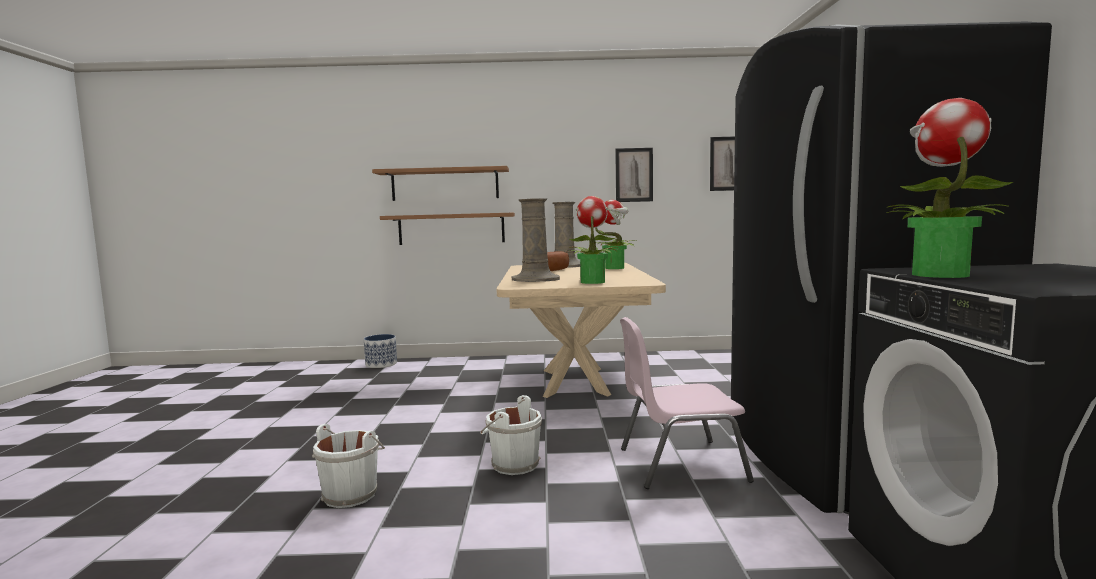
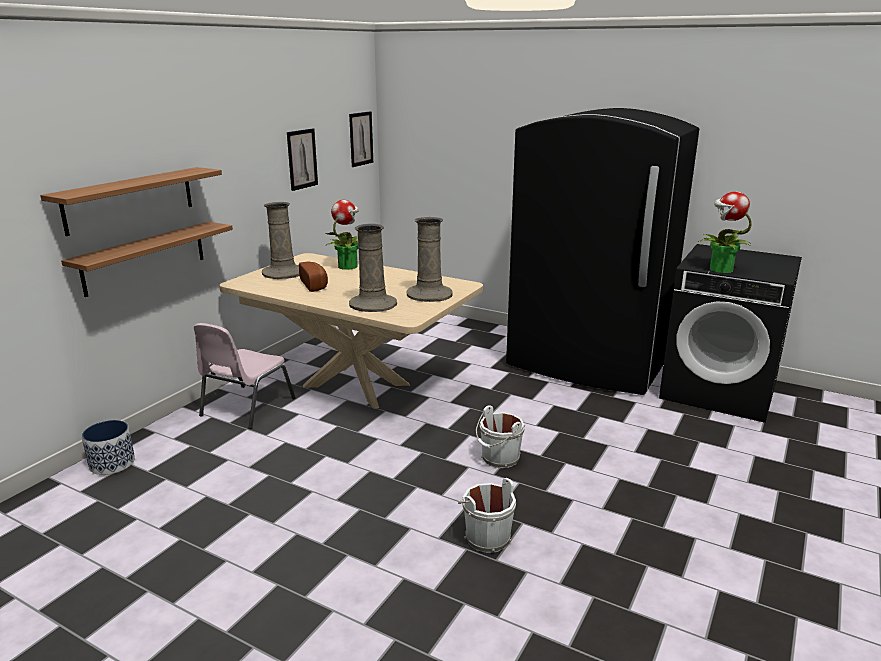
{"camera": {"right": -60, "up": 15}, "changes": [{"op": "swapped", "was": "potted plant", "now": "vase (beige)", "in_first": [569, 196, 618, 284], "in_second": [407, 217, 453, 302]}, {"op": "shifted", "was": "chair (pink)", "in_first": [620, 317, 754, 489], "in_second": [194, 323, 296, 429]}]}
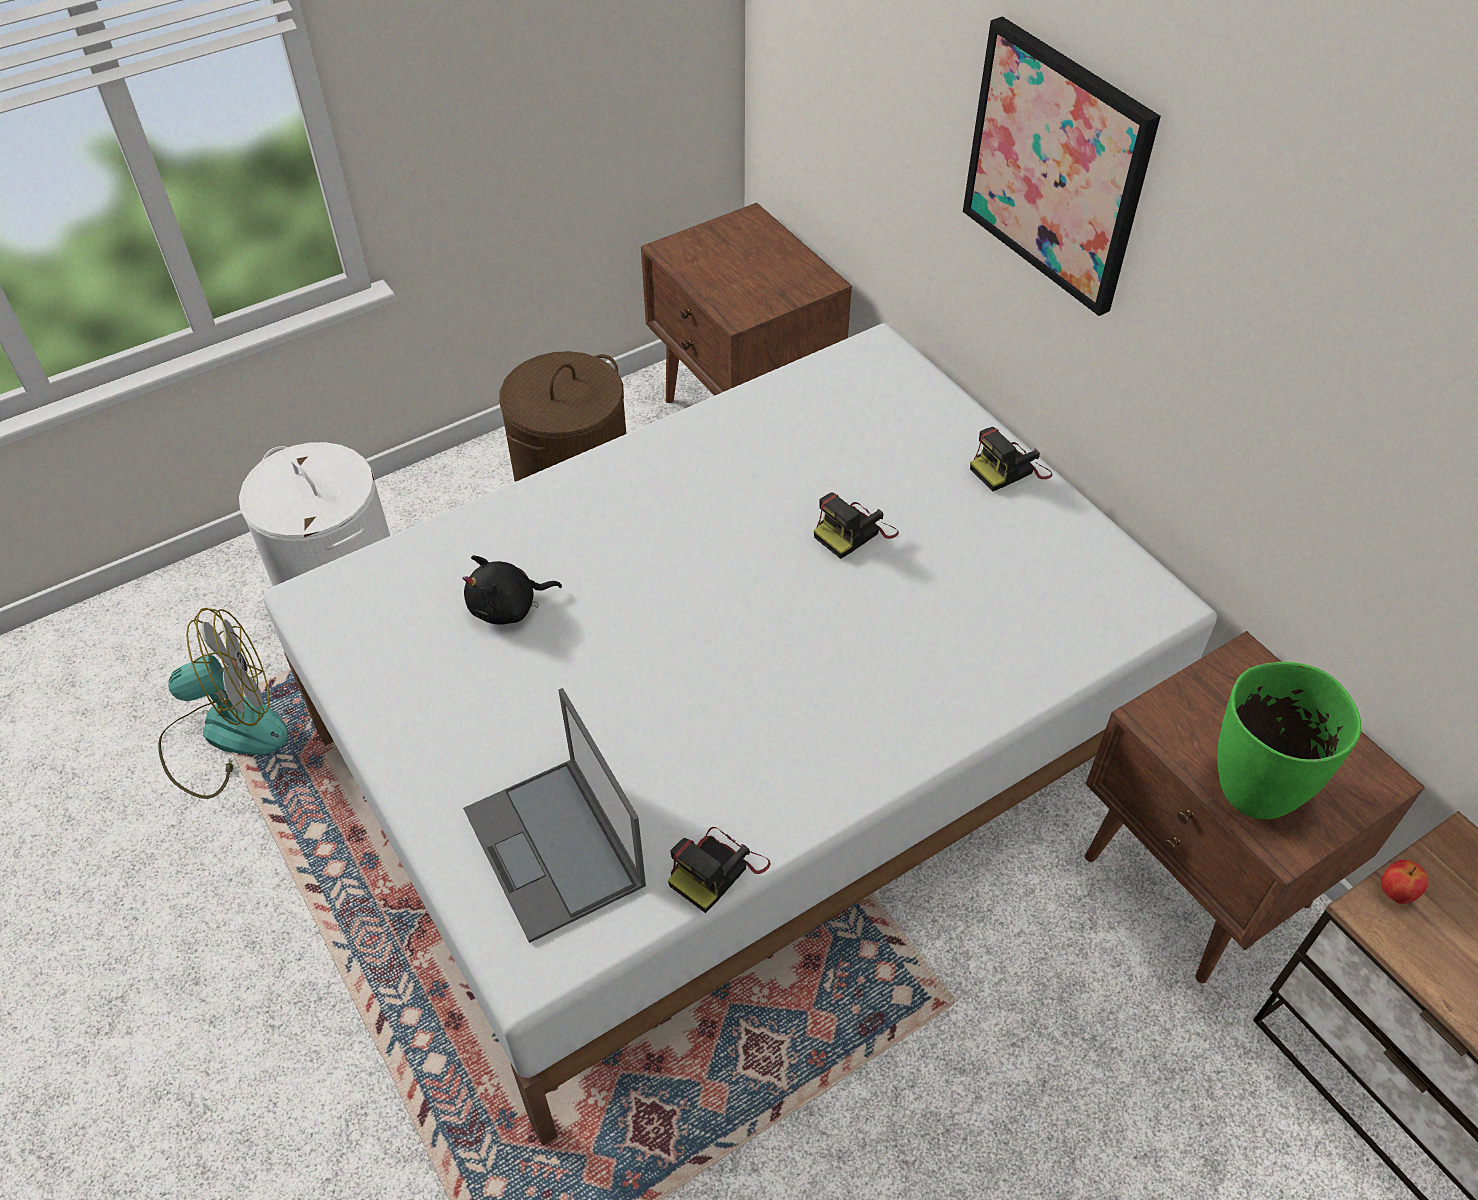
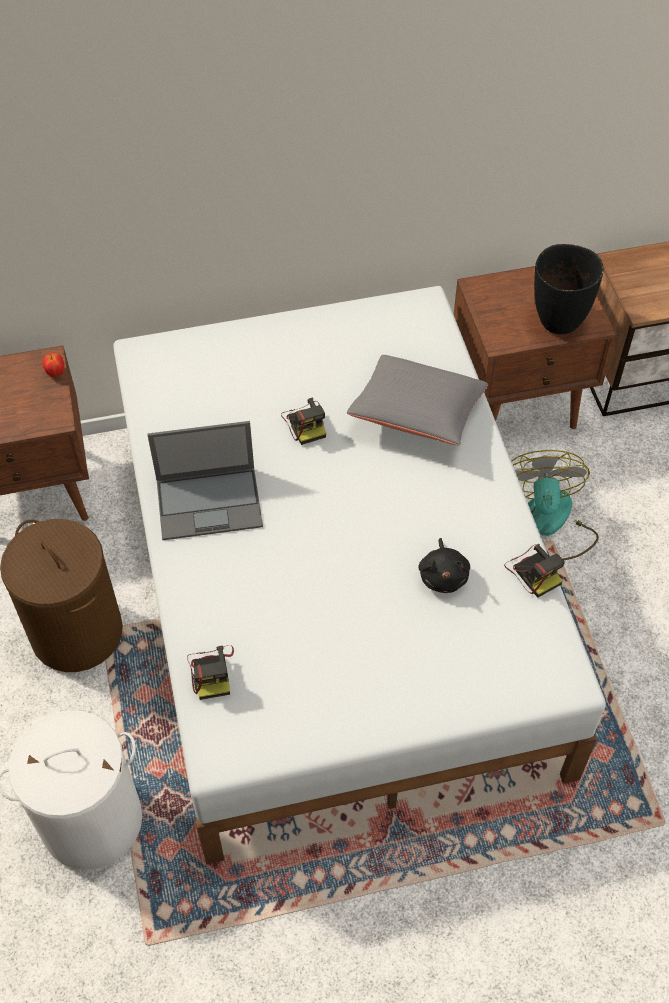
{"camera": {"right": -70, "up": 5}, "changes": [{"op": "shifted", "was": "fan", "in_first": [158, 608, 288, 799], "in_second": [511, 450, 599, 560]}, {"op": "shifted", "was": "plush toy (black)", "in_first": [463, 555, 562, 625], "in_second": [418, 538, 470, 593]}, {"op": "shifted", "was": "laptop", "in_first": [463, 688, 646, 943], "in_second": [147, 421, 263, 540]}, {"op": "gone", "was": "picture", "in_first": [963, 16, 1161, 316]}, {"op": "shifted", "was": "photo camera", "in_first": [970, 427, 1052, 492], "in_second": [187, 645, 234, 700]}, {"op": "repainted", "was": "vase (green)", "now": "vase (black)", "in_first": [1217, 662, 1361, 819], "in_second": [534, 244, 604, 334]}, {"op": "shifted", "was": "apple", "in_first": [1381, 860, 1429, 904], "in_second": [43, 353, 64, 377]}, {"op": "new", "now": "pillow (grey)", "in_second": [347, 355, 488, 445]}]}
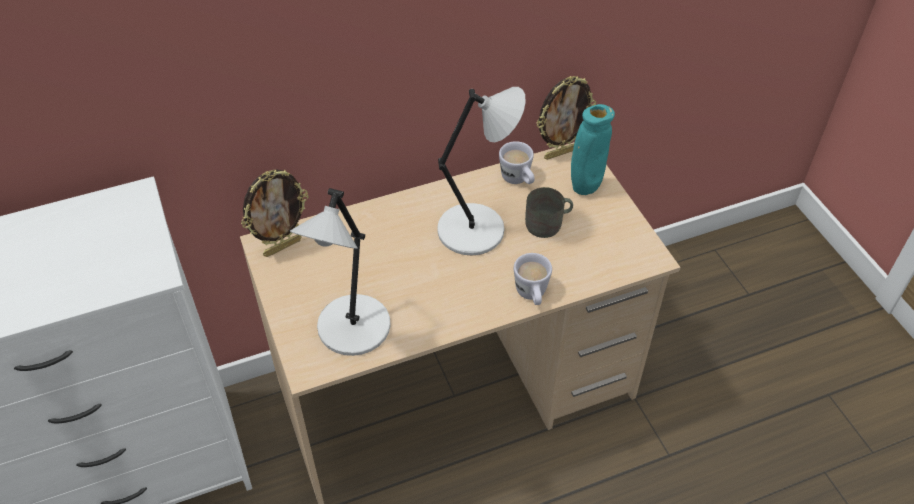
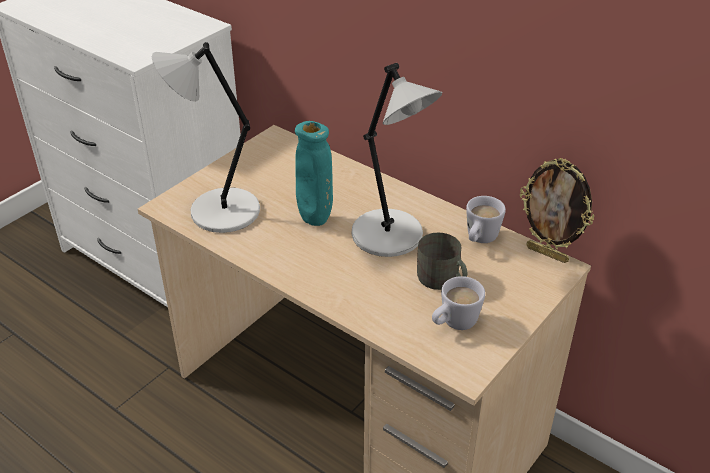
{"camera": {"right": 60, "up": -10}, "changes": [{"op": "gone", "was": "picture frame", "in_first": [241, 169, 309, 257]}, {"op": "shifted", "was": "mug (white)", "in_first": [514, 253, 552, 305], "in_second": [432, 276, 485, 330]}, {"op": "shifted", "was": "vase (turquoise)", "in_first": [571, 104, 615, 195], "in_second": [295, 121, 333, 226]}]}
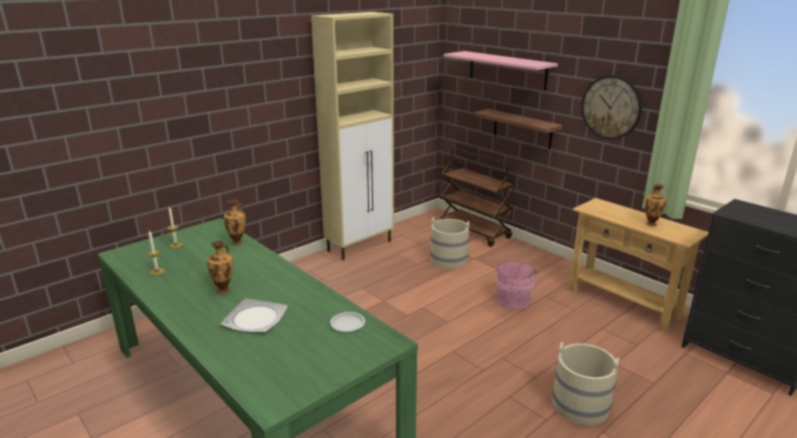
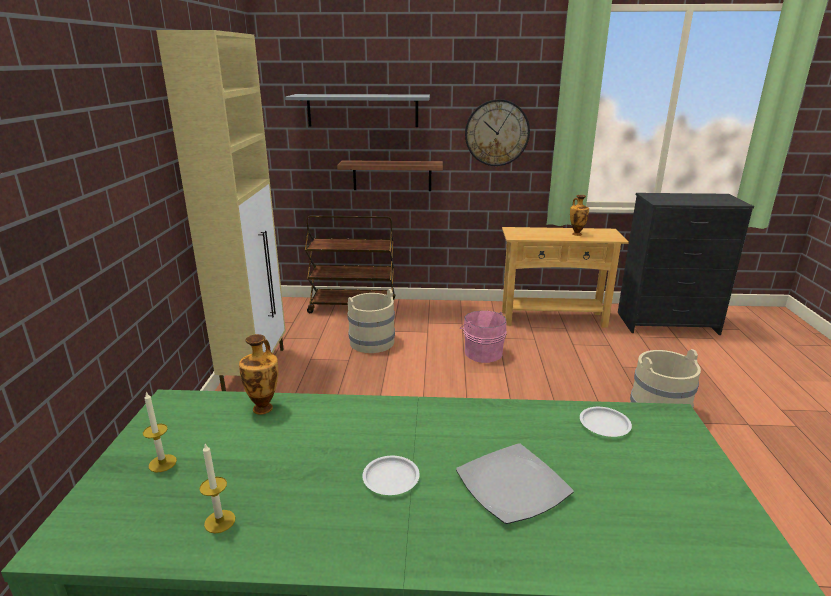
{"camera": {"right": -45, "up": 0}, "changes": [{"op": "swapped", "was": "vase", "now": "plate (white)", "in_first": [207, 241, 233, 294], "in_second": [362, 456, 420, 495]}, {"op": "repainted", "was": "shelf (pink)", "now": "shelf (grey)", "in_first": [443, 51, 558, 91], "in_second": [285, 94, 430, 127]}]}
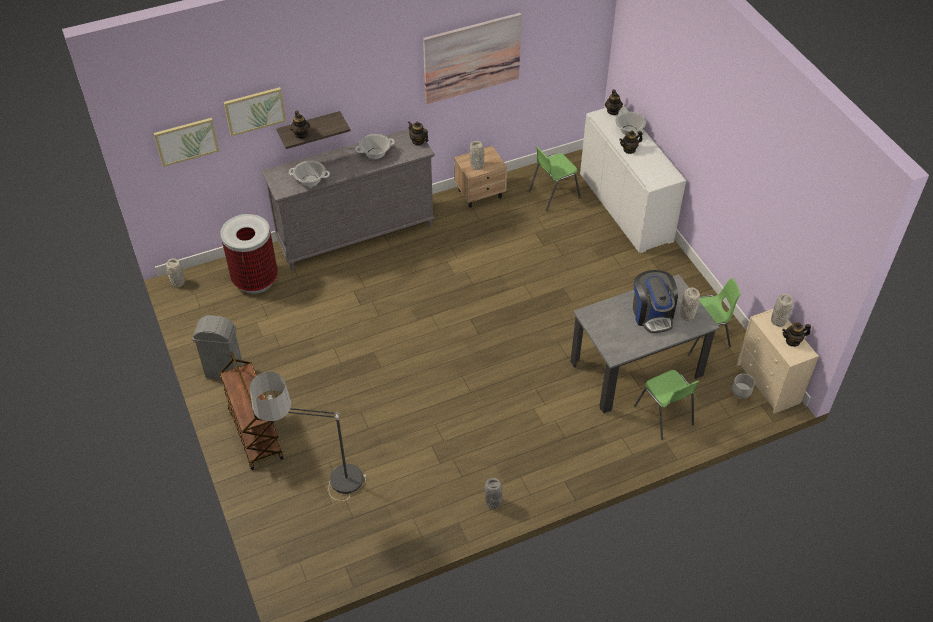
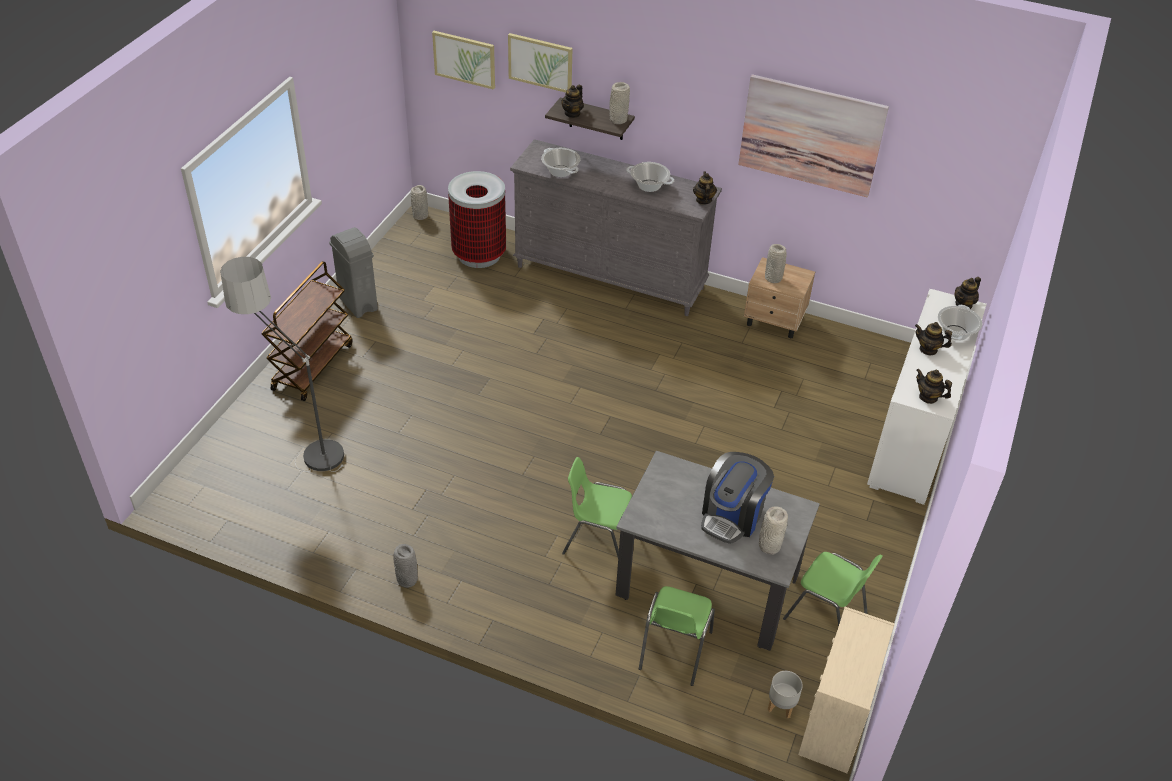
{"camera": {"right": 45, "up": -5}, "changes": [{"op": "shifted", "was": "chair (green)", "in_first": [529, 147, 581, 211], "in_second": [562, 457, 632, 557]}, {"op": "shifted", "was": "vase (grey)", "in_first": [771, 294, 793, 327], "in_second": [609, 82, 630, 124]}, {"op": "shifted", "was": "teapot", "in_first": [782, 323, 811, 347], "in_second": [916, 369, 952, 404]}]}
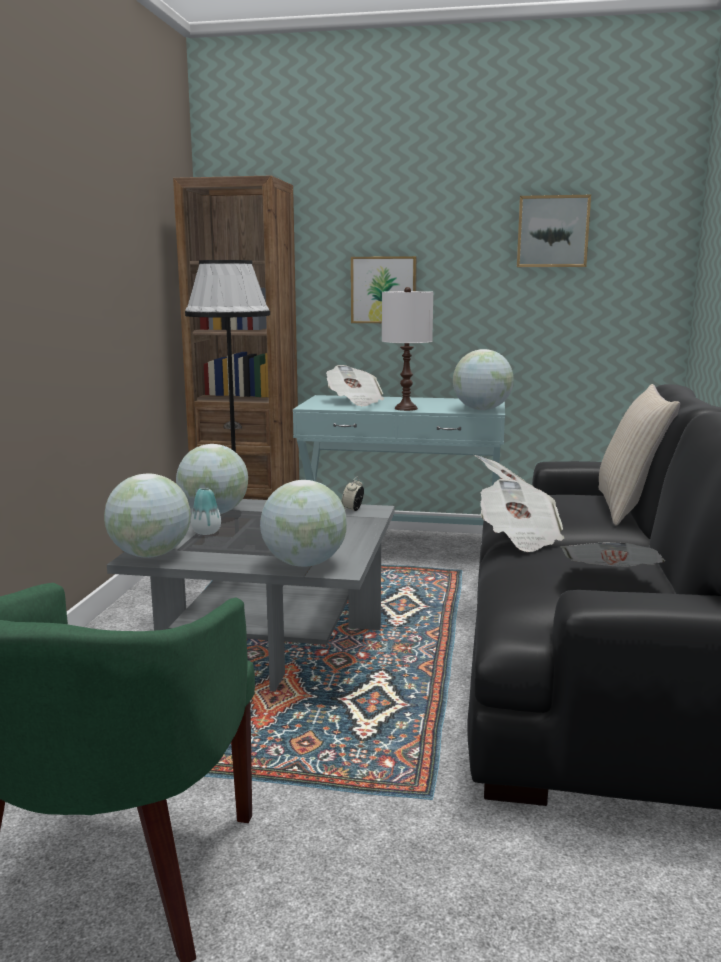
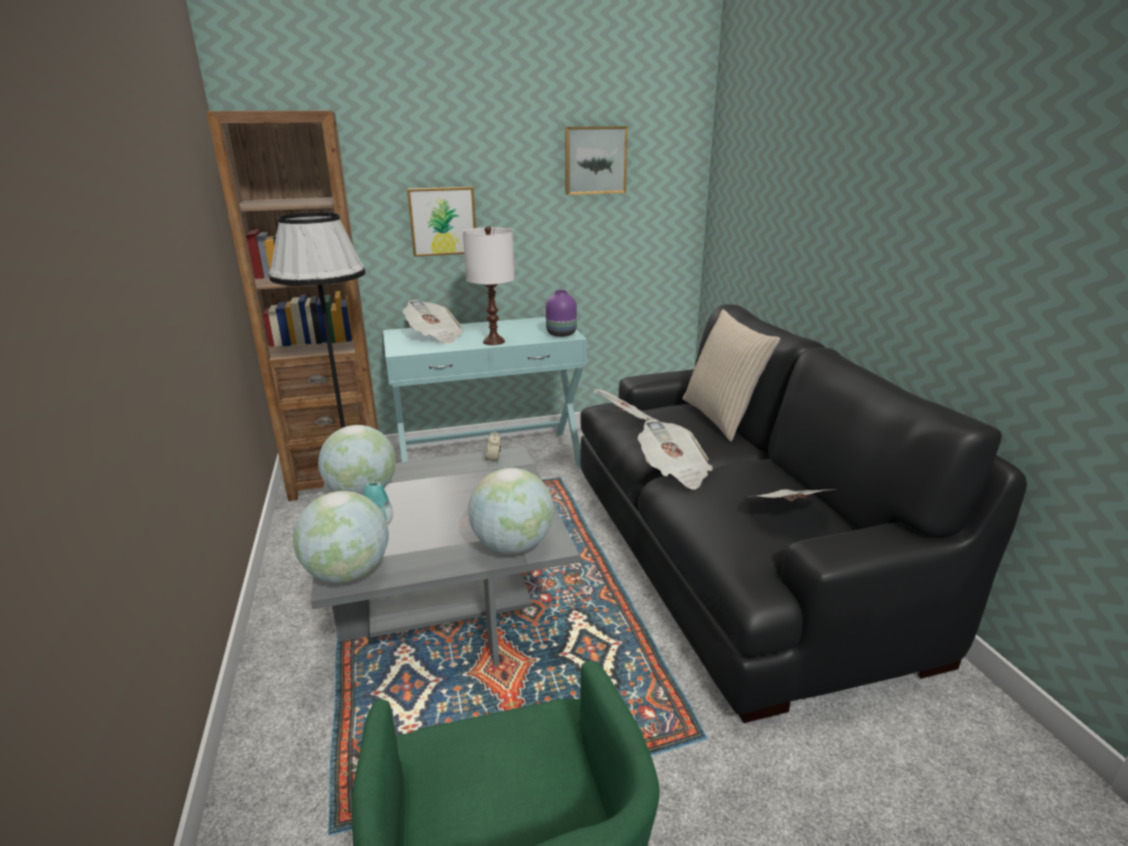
{"camera": {"right": -25, "up": 10}, "changes": [{"op": "swapped", "was": "globe", "now": "vase (purple)", "in_first": [453, 349, 514, 410], "in_second": [546, 290, 577, 337]}]}
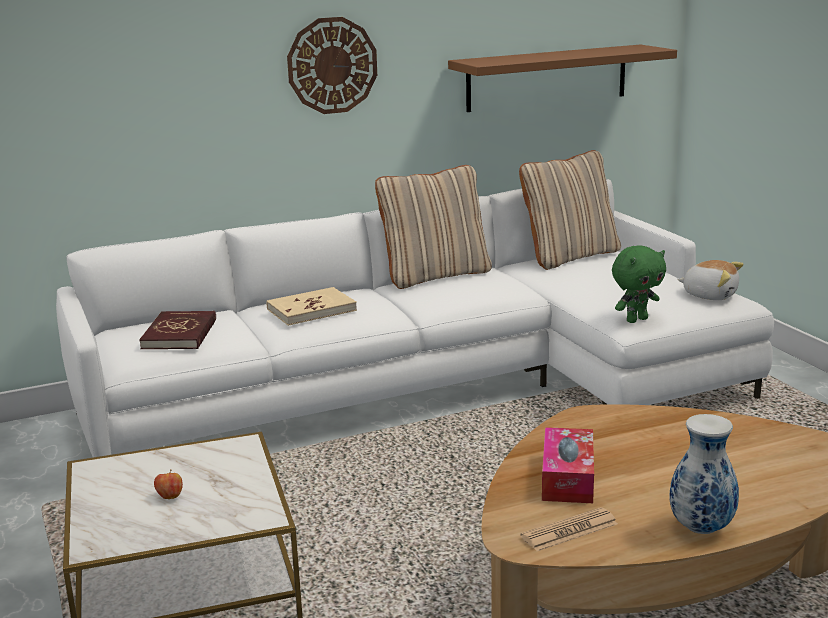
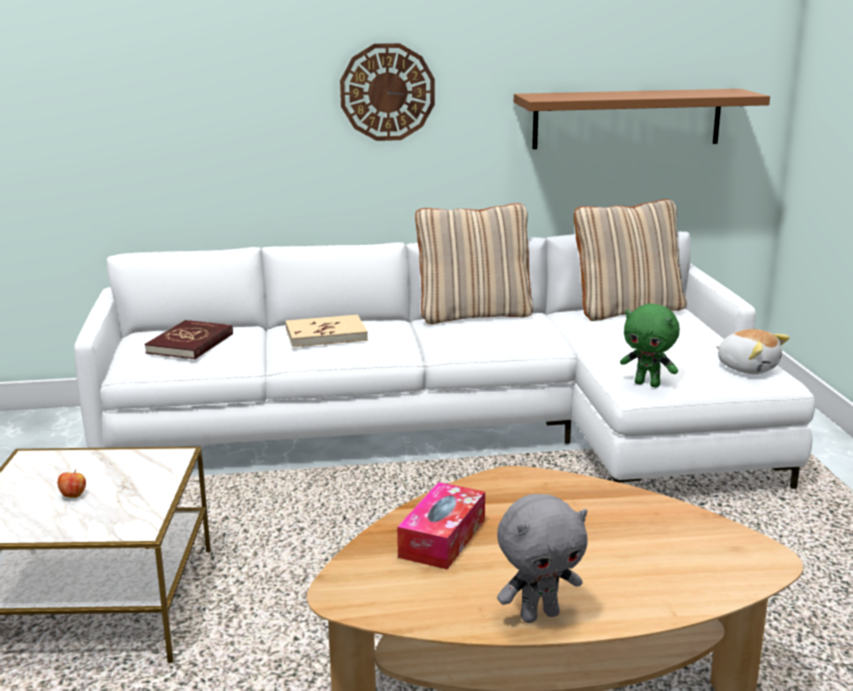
{"camera": {"right": 15, "up": 0}, "changes": [{"op": "gone", "was": "newspaper", "in_first": [520, 507, 618, 551]}, {"op": "rotated", "was": "plush toy (green)", "in_first": [612, 245, 666, 323], "in_second": [620, 304, 680, 387], "clockwise": 45}, {"op": "swapped", "was": "vase", "now": "plush toy (grey)", "in_first": [669, 414, 739, 534], "in_second": [497, 494, 587, 623]}]}
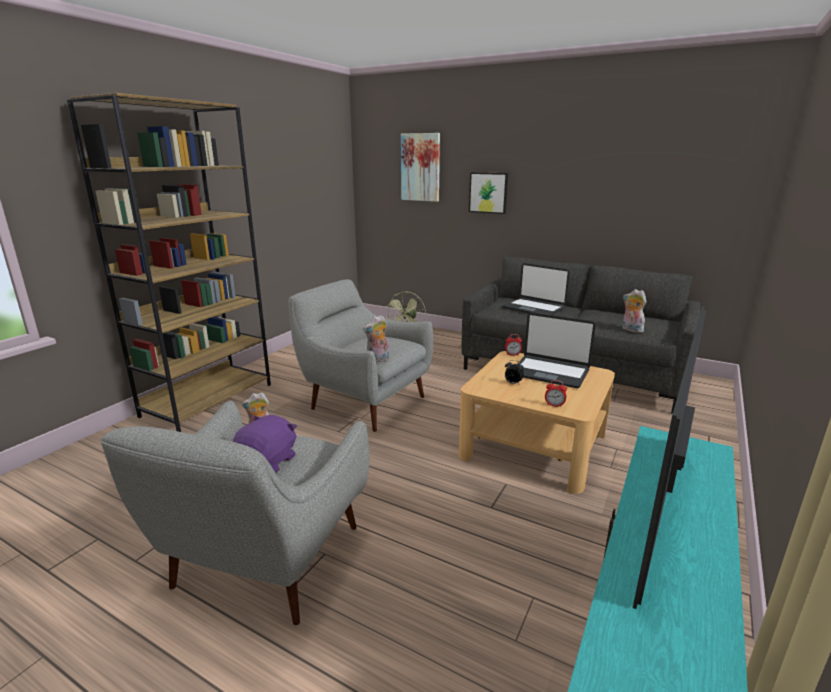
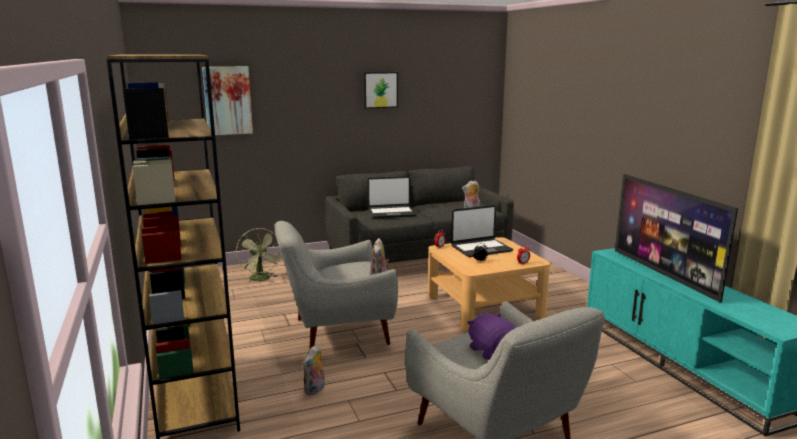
{"camera": {"right": -50, "up": -5}, "changes": [{"op": "shifted", "was": "picture", "in_first": [469, 172, 508, 214], "in_second": [363, 72, 398, 109]}]}
